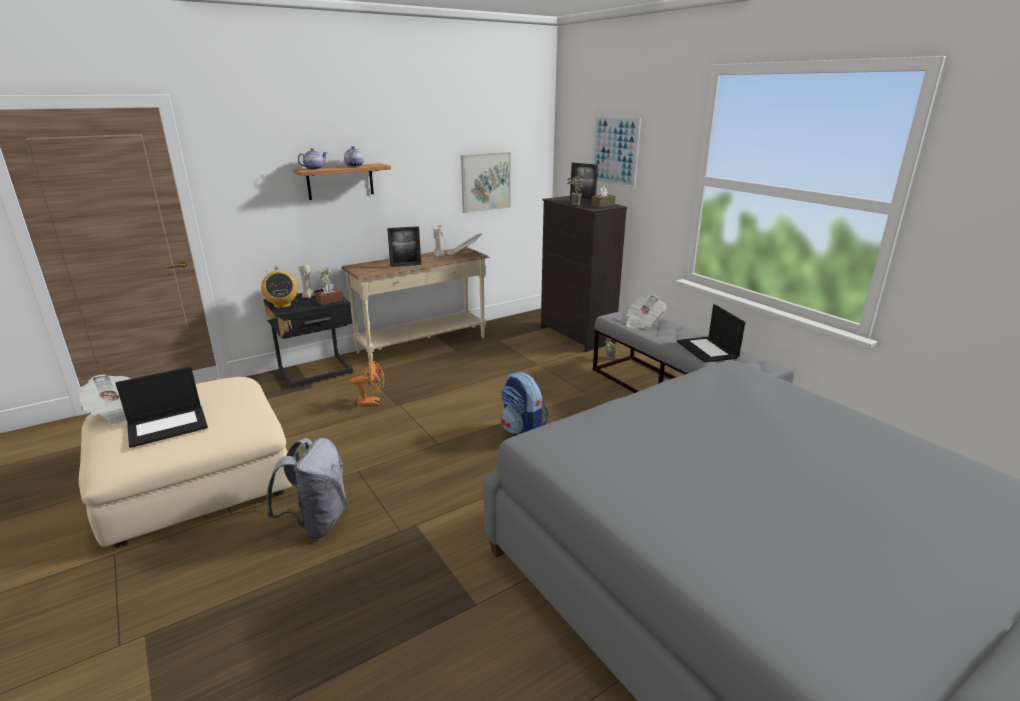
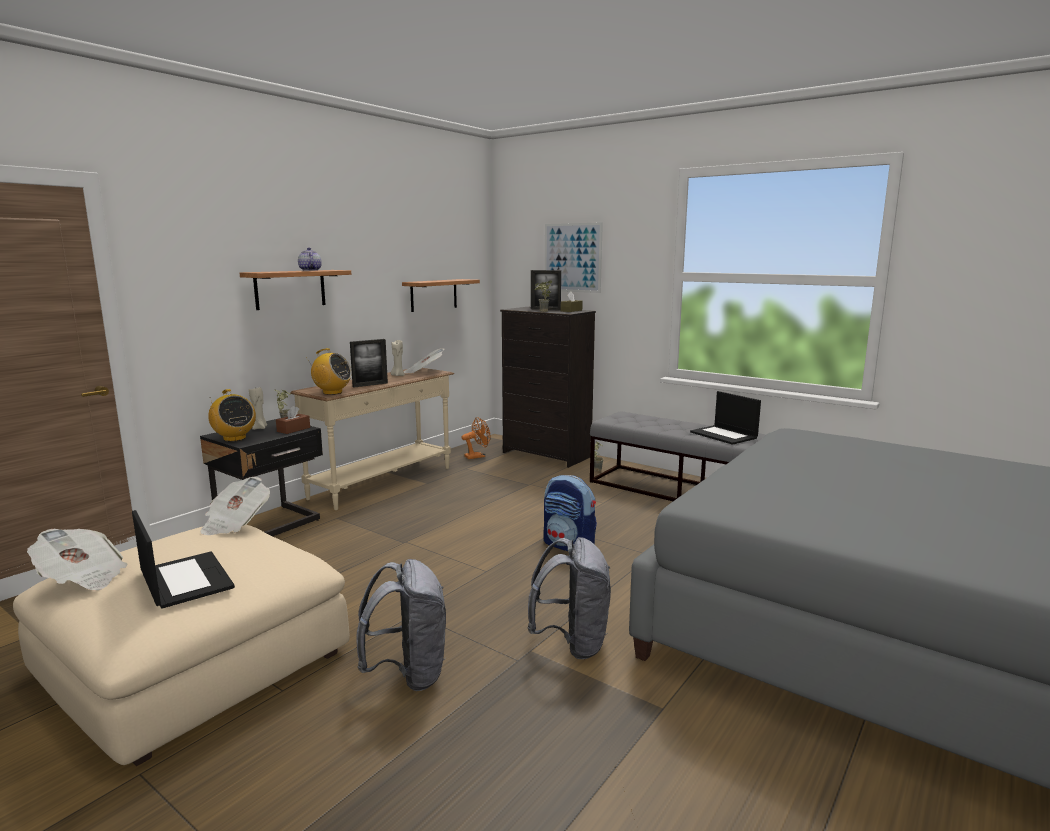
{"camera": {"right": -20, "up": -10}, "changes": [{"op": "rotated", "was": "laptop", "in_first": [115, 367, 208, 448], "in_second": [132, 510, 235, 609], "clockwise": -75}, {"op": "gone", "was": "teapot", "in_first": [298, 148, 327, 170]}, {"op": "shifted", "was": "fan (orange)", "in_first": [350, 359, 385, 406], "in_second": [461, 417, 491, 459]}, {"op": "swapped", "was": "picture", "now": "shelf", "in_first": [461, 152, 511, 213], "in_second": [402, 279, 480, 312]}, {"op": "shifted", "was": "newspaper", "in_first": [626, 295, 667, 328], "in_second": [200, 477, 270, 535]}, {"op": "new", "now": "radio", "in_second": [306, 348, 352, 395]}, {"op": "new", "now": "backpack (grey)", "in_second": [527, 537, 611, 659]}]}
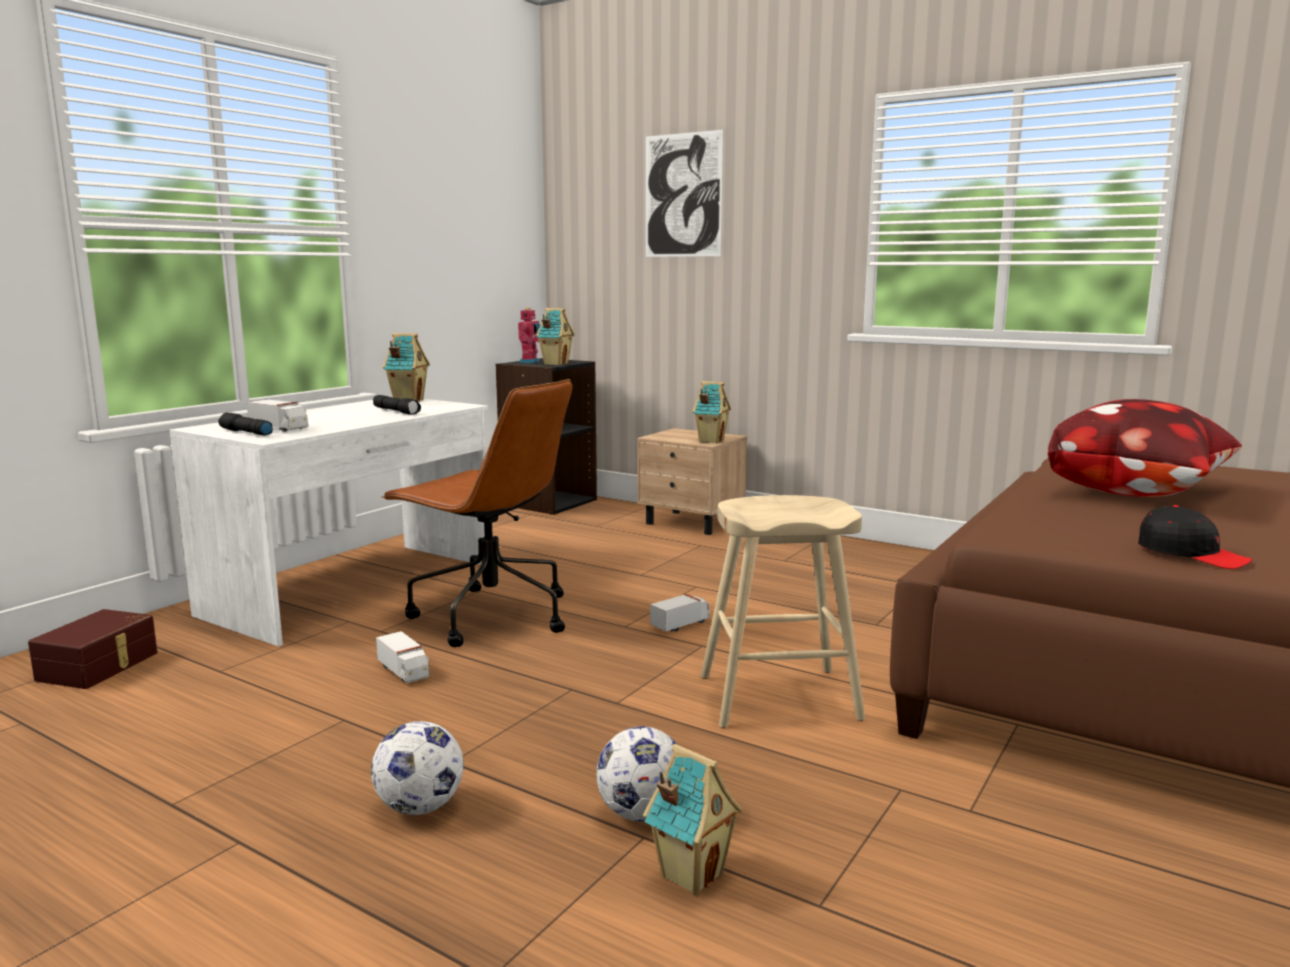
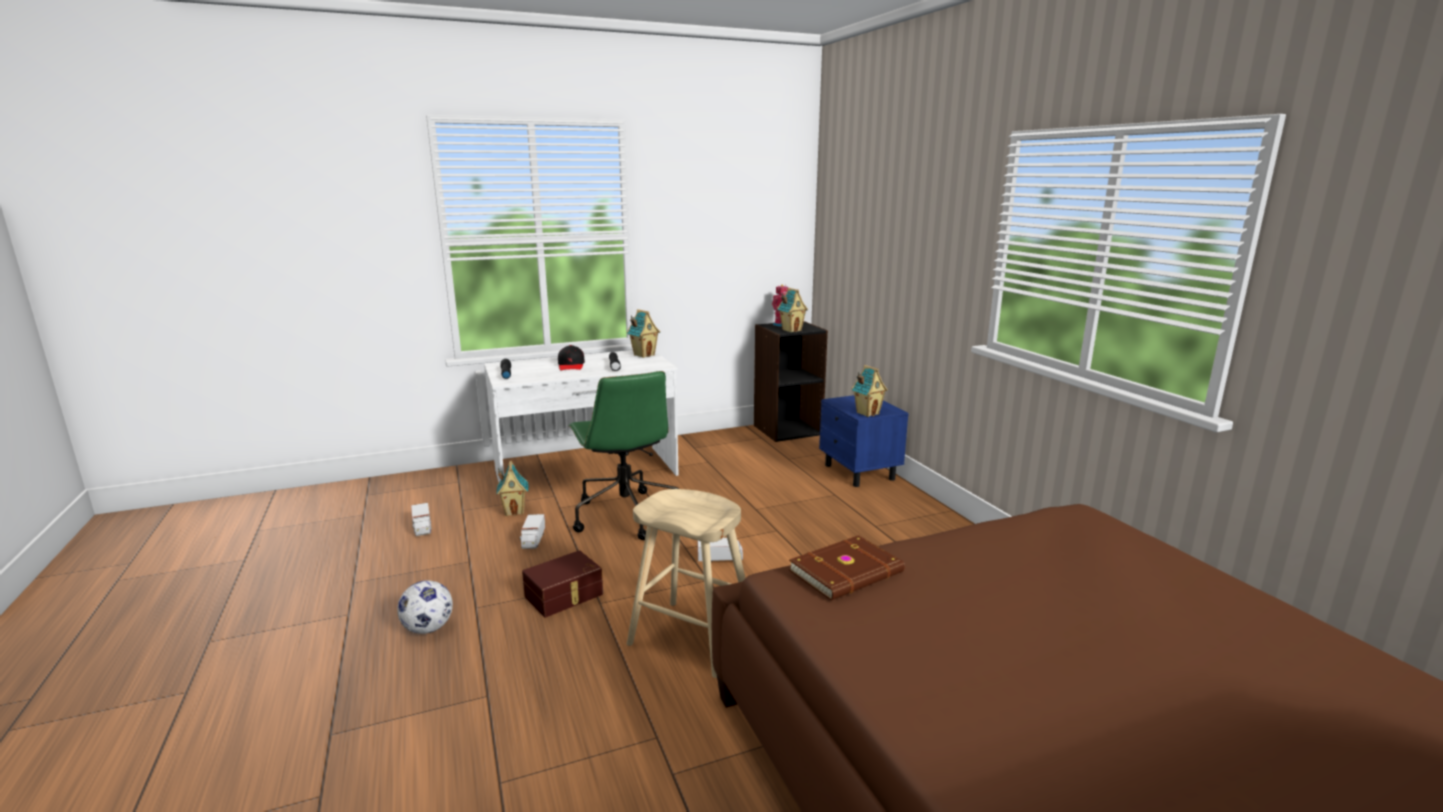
{"camera": {"right": 35, "up": 5}, "changes": [{"op": "shifted", "was": "storage box (brown)", "in_first": [28, 609, 158, 689], "in_second": [522, 550, 603, 617]}, {"op": "shifted", "was": "toy truck", "in_first": [247, 399, 308, 432], "in_second": [411, 503, 431, 536]}, {"op": "repainted", "was": "office chair (brown)", "now": "office chair (green)", "in_first": [381, 379, 573, 647], "in_second": [569, 371, 679, 540]}, {"op": "gone", "was": "football", "in_first": [597, 726, 677, 822]}, {"op": "repainted", "was": "nightstand (beige)", "now": "nightstand (blue)", "in_first": [637, 428, 747, 535], "in_second": [819, 395, 909, 487]}, {"op": "shifted", "was": "toy house", "in_first": [643, 744, 743, 895], "in_second": [497, 461, 528, 516]}, {"op": "gone", "was": "picture", "in_first": [646, 130, 723, 257]}, {"op": "gone", "was": "pillow", "in_first": [1048, 399, 1242, 497]}, {"op": "shifted", "was": "cap (black)", "in_first": [1138, 505, 1253, 569], "in_second": [558, 345, 585, 370]}, {"op": "new", "now": "book (brown)", "in_second": [789, 535, 905, 600]}]}
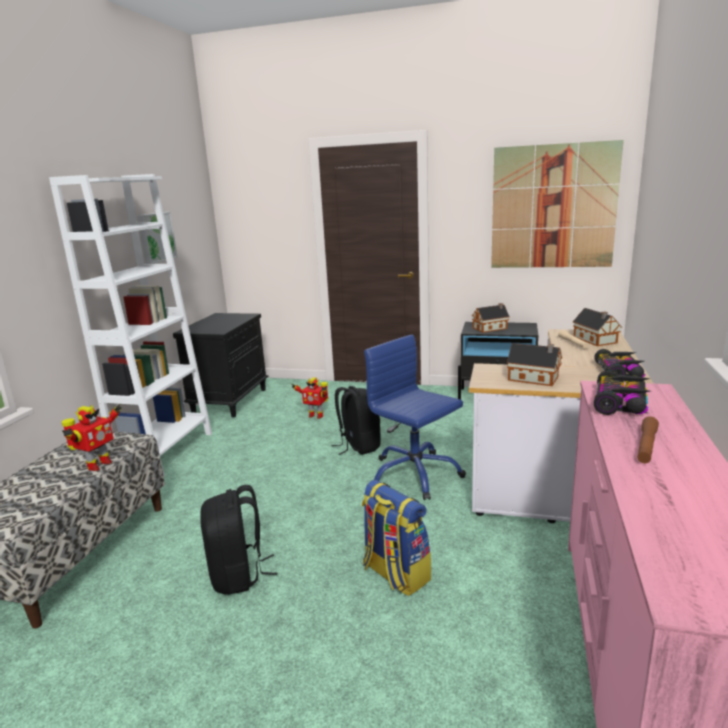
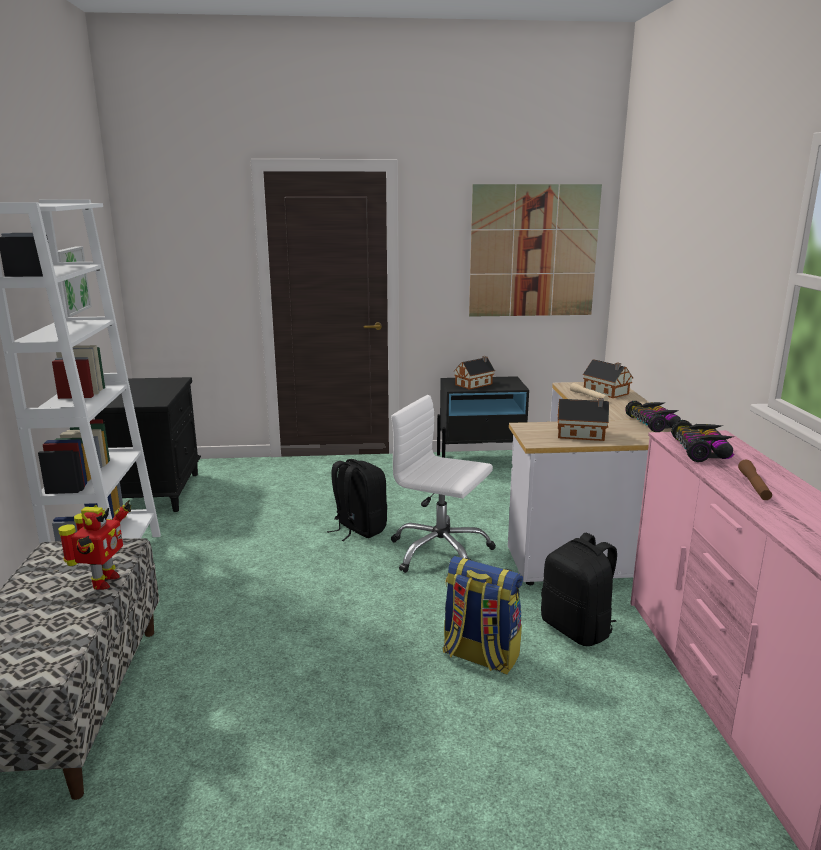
{"camera": {"right": -20, "up": 0}, "changes": [{"op": "shifted", "was": "backpack (black)", "in_first": [200, 485, 277, 595], "in_second": [541, 533, 617, 646]}, {"op": "gone", "was": "toy robot", "in_first": [292, 377, 329, 419]}, {"op": "repainted", "was": "office chair (blue)", "now": "office chair (white)", "in_first": [364, 335, 466, 500], "in_second": [391, 395, 496, 573]}]}
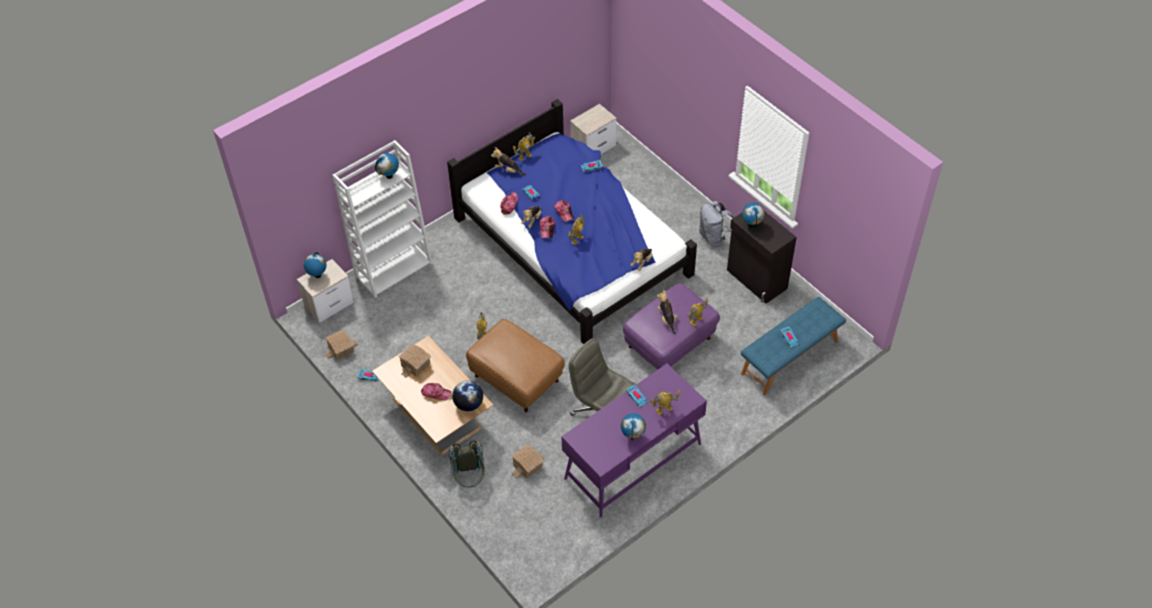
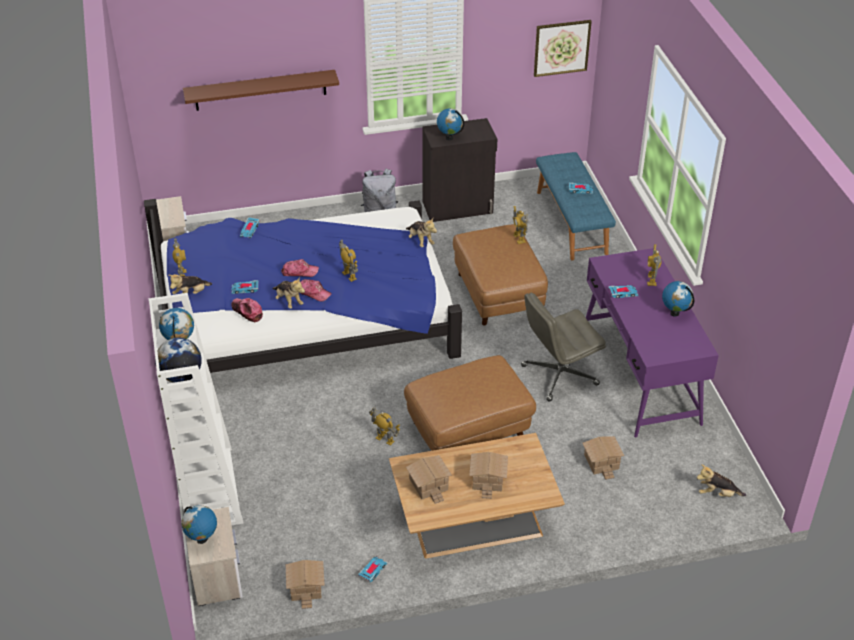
{"camera": {"right": -65, "up": -10}, "changes": [{"op": "swapped", "was": "cap", "now": "toy house", "in_first": [421, 383, 452, 400], "in_second": [469, 452, 508, 499]}, {"op": "gone", "was": "backpack (grey)", "in_first": [449, 440, 485, 488]}, {"op": "shifted", "was": "globe", "in_first": [452, 380, 483, 411], "in_second": [155, 338, 202, 383]}, {"op": "repainted", "was": "ottoman (purple)", "now": "ottoman (brown)", "in_first": [623, 283, 720, 369], "in_second": [453, 224, 548, 325]}, {"op": "shifted", "was": "plush toy", "in_first": [657, 290, 678, 334], "in_second": [697, 464, 746, 497]}, {"op": "new", "now": "shelf (brown)", "in_second": [183, 70, 339, 111]}, {"op": "new", "now": "picture", "in_second": [534, 20, 592, 77]}]}
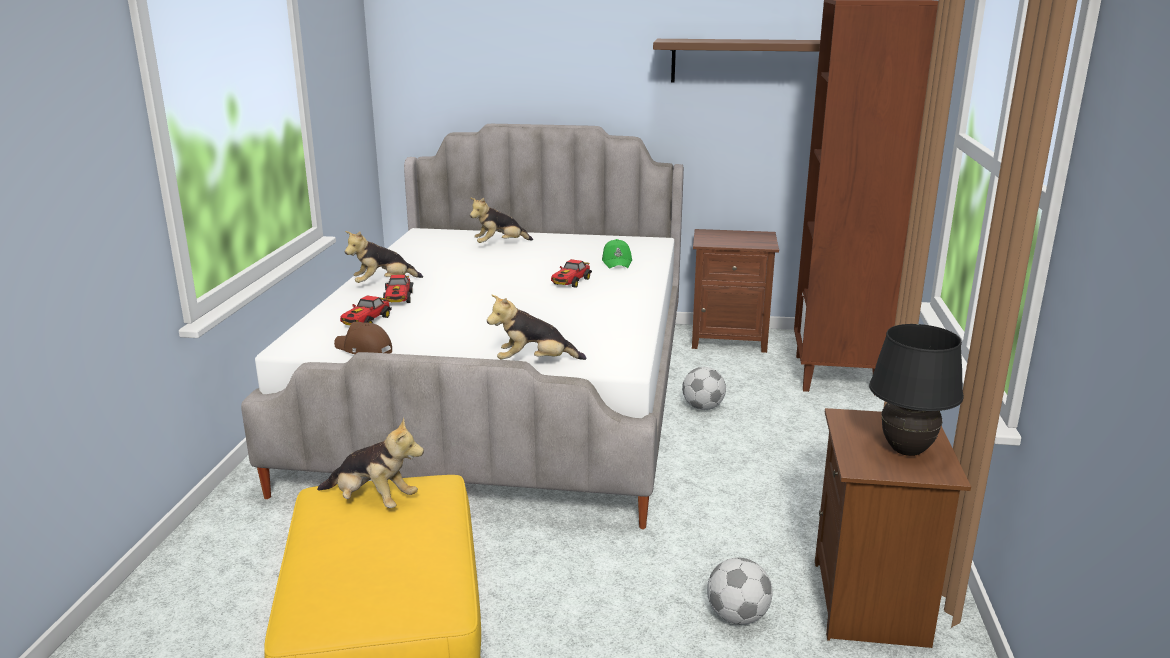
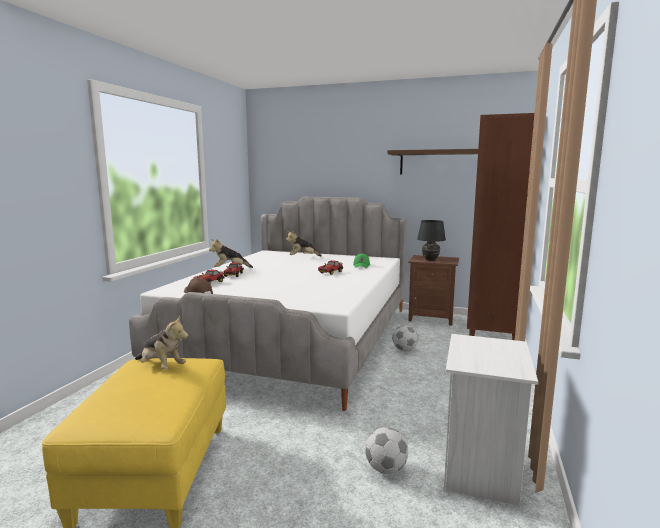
{"camera": {"right": 10, "up": -10}, "changes": [{"op": "gone", "was": "plush toy", "in_first": [487, 295, 586, 360]}, {"op": "repainted", "was": "nightstand (brown)", "now": "nightstand (white)", "in_first": [815, 408, 971, 648], "in_second": [444, 334, 538, 506]}, {"op": "shifted", "was": "table lamp (black)", "in_first": [869, 324, 964, 456], "in_second": [417, 220, 446, 261]}]}
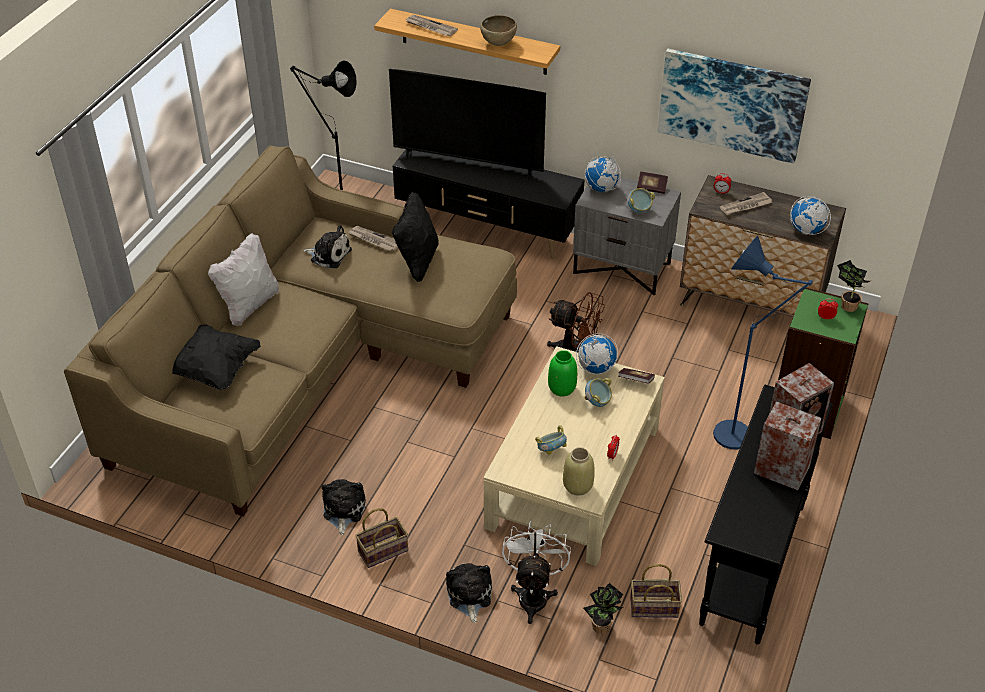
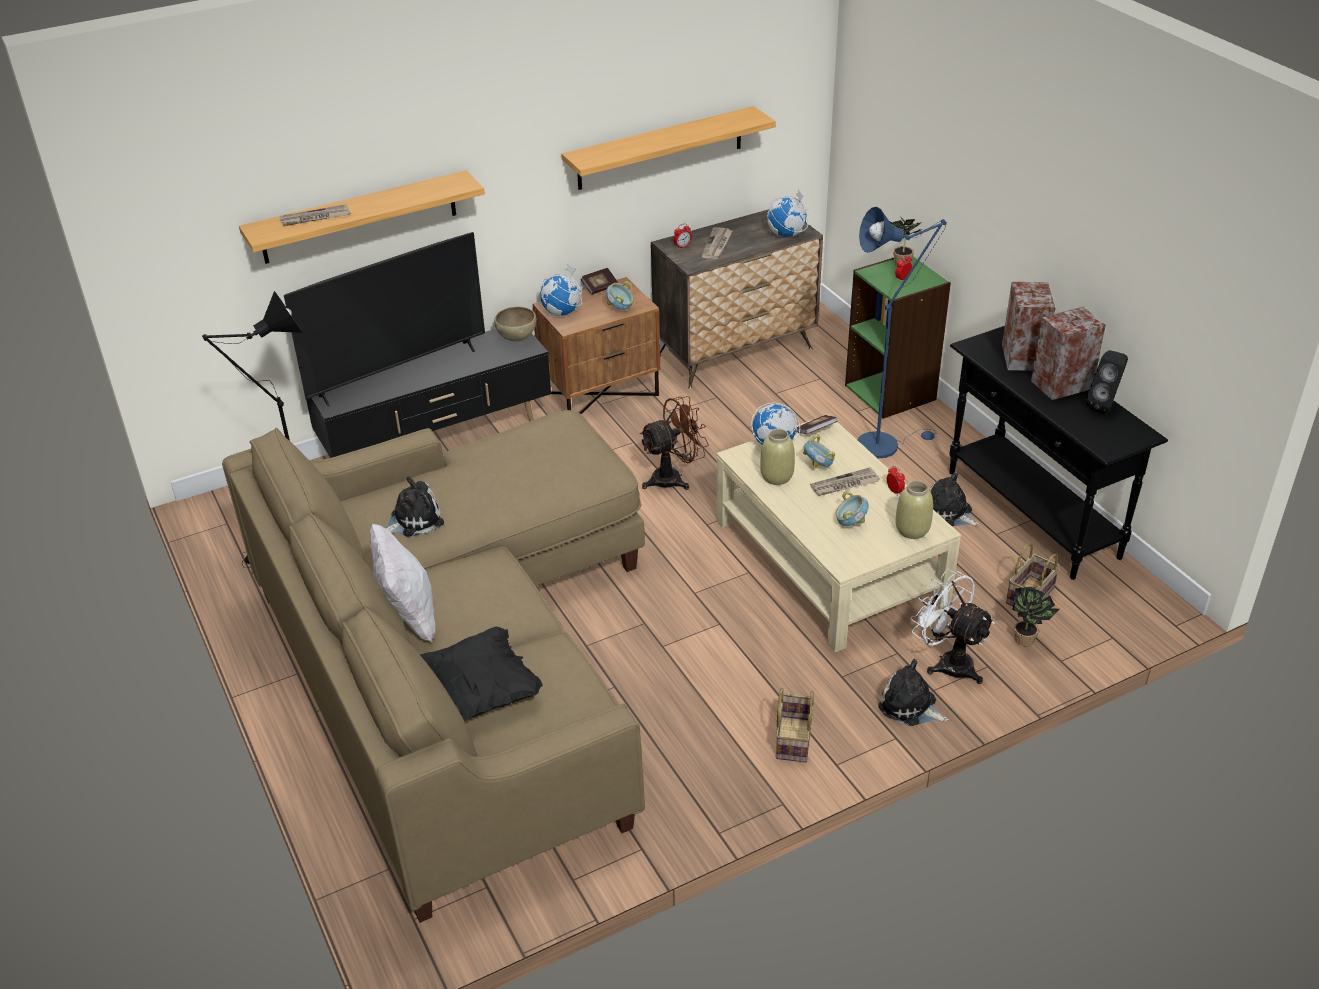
{"camera": {"right": -50, "up": -5}, "changes": [{"op": "shifted", "was": "plush toy", "in_first": [321, 479, 365, 535], "in_second": [929, 472, 980, 526]}, {"op": "shifted", "was": "newspaper", "in_first": [349, 226, 398, 251], "in_second": [810, 467, 880, 496]}, {"op": "gone", "was": "pillow (black)", "in_first": [392, 191, 439, 282]}, {"op": "shifted", "was": "bowl (brown)", "in_first": [480, 15, 517, 46], "in_second": [494, 307, 537, 342]}, {"op": "repainted", "was": "vase (green)", "now": "vase (beige)", "in_first": [548, 350, 577, 396], "in_second": [760, 429, 795, 485]}, {"op": "repainted", "was": "nightstand (grey)", "now": "nightstand (brown)", "in_first": [573, 177, 681, 295], "in_second": [533, 277, 660, 414]}, {"op": "swapped", "was": "picture", "now": "shelf", "in_first": [658, 49, 811, 164], "in_second": [561, 106, 776, 190]}, {"op": "new", "now": "speaker (black)", "in_second": [1086, 350, 1128, 414]}]}
